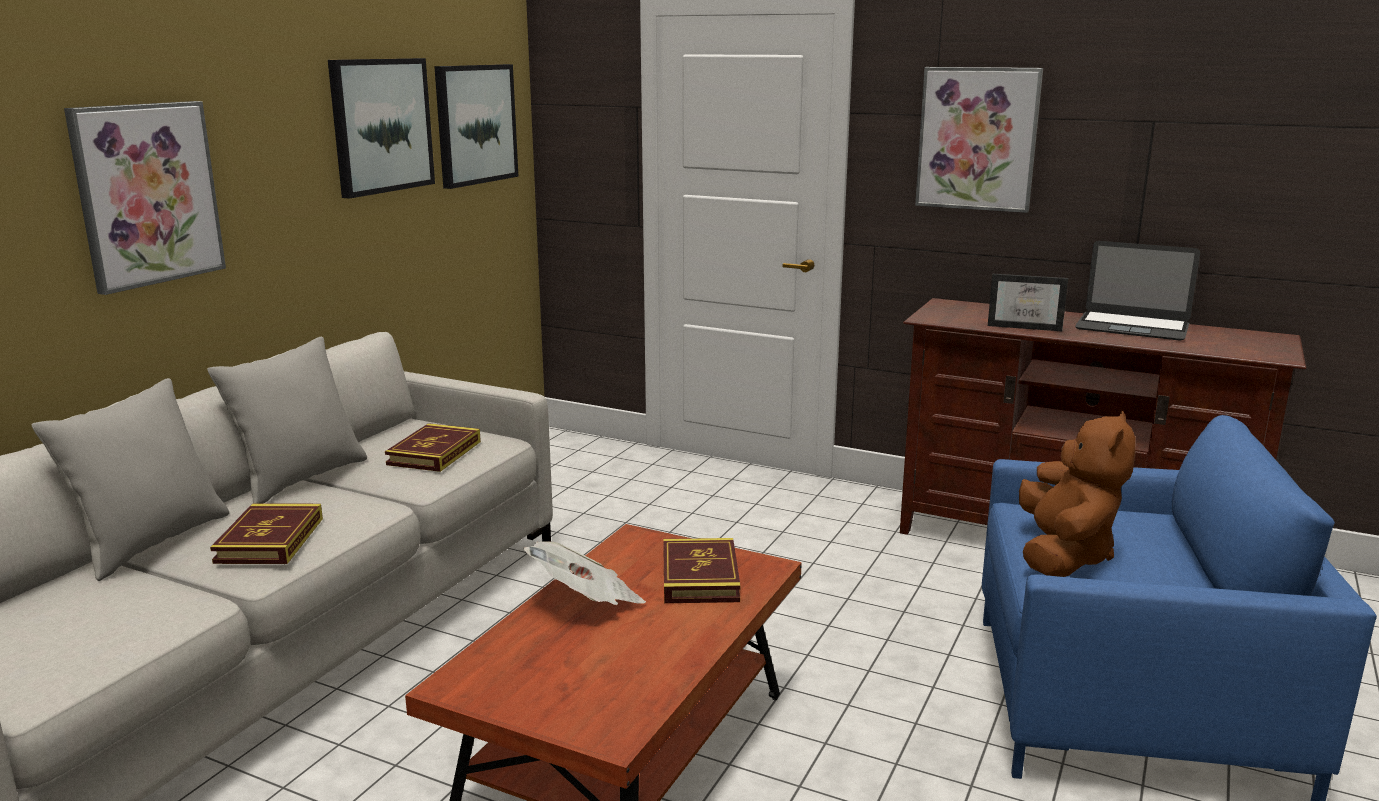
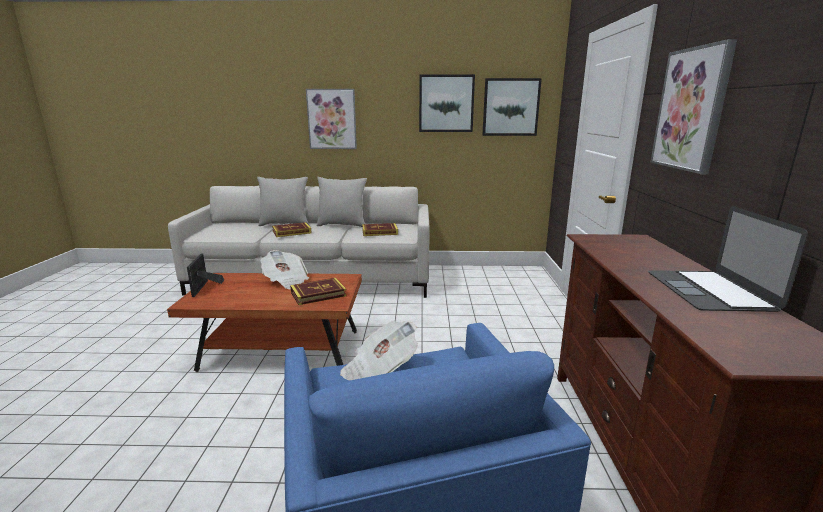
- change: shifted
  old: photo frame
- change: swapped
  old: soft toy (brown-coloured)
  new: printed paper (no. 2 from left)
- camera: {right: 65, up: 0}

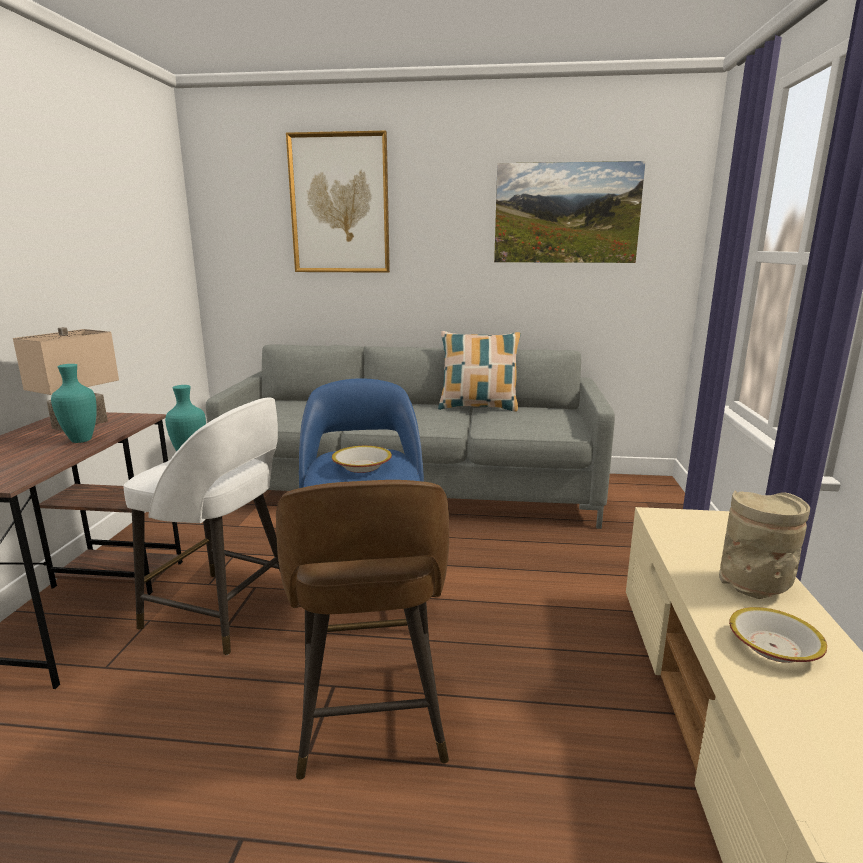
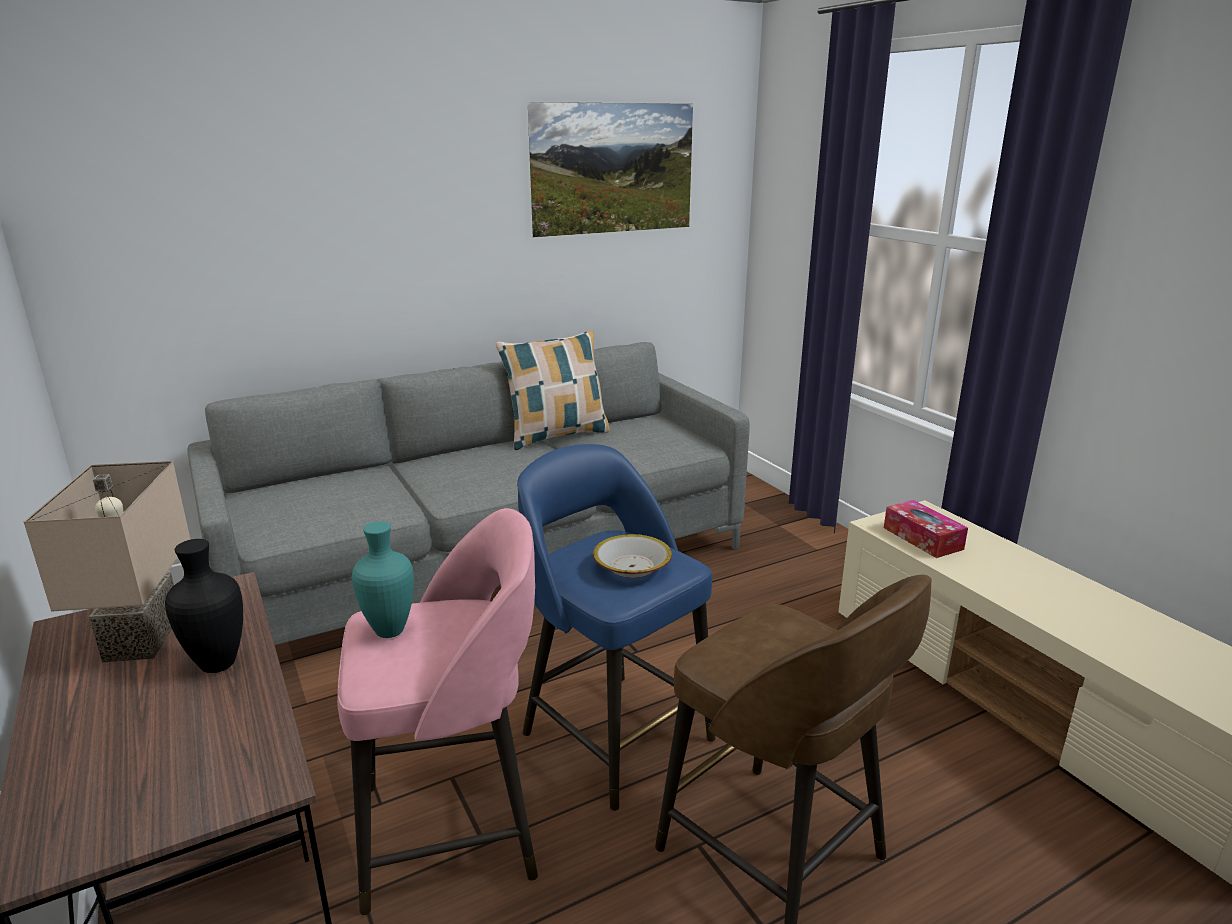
- change: gone
  old: wall art (no. 1 from left)
- change: repainted
  old: flower vase (turquoise) (no. 1 from left)
  new: flower vase (black-coloured)
- change: repainted
  old: stool (white)
  new: stool (pink-coloured)
- change: gone
  old: flower vase (beige)
- change: gone
  old: serving bowl (no. 2 from left)
- change: new
  new: tissue box
- camera: {right: -35, up: 5}

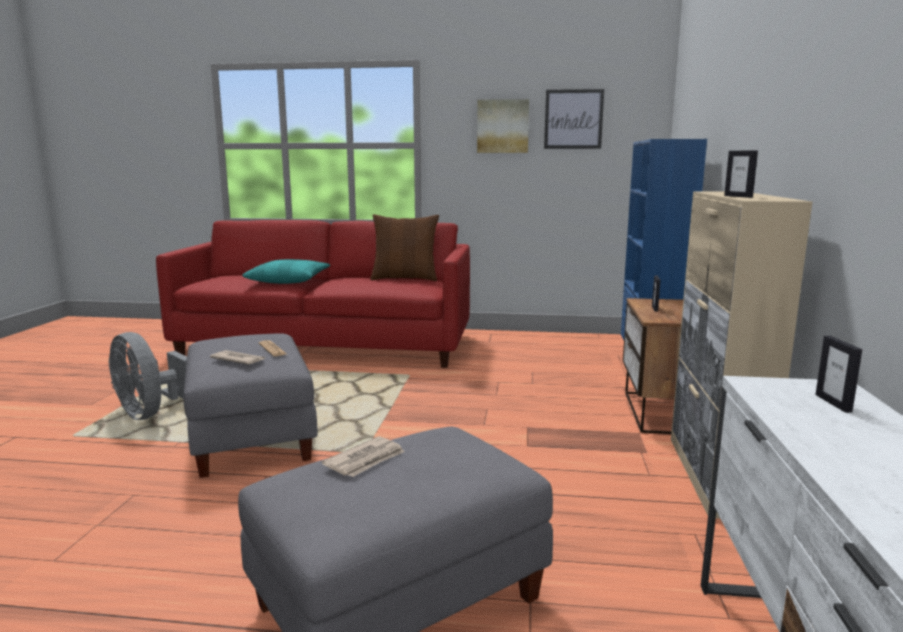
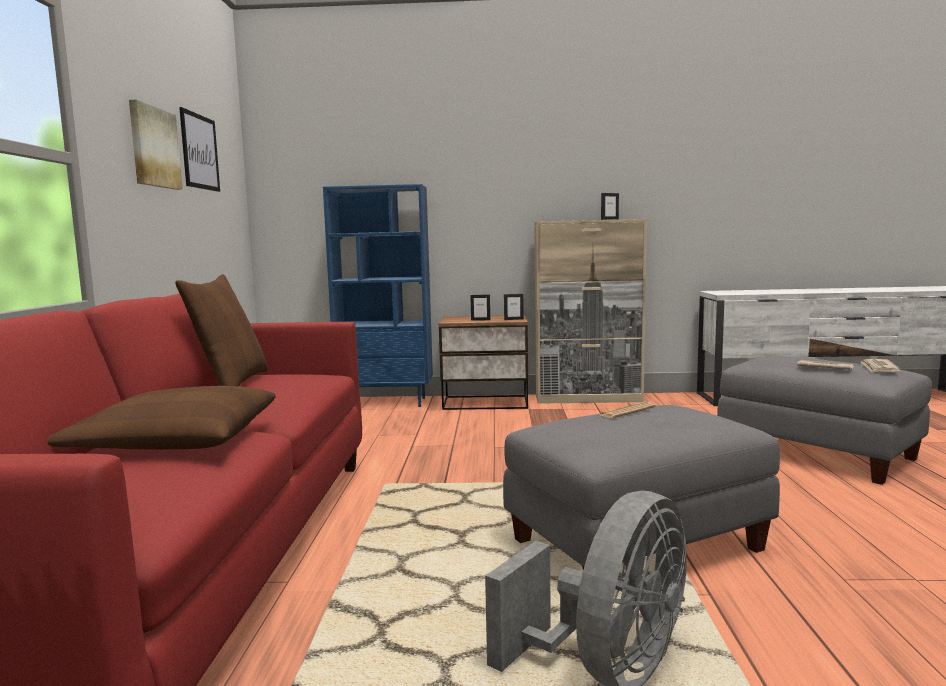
- change: repainted
  old: pillow (turquoise)
  new: pillow (brown-coloured) (no. 1 from left)
- change: shifted
  old: photo frame (no. 3 from left in the first image)
  new: photo frame (no. 2 from left)
- change: shifted
  old: printed paper (no. 1 from left in the first image)
  new: printed paper (no. 3 from left)
- camera: {right: -95, up: -5}

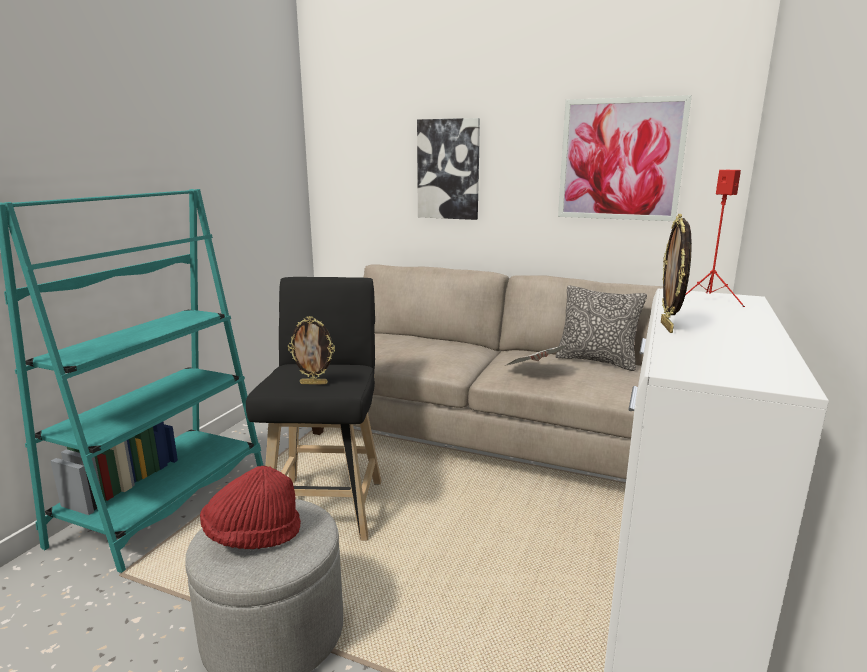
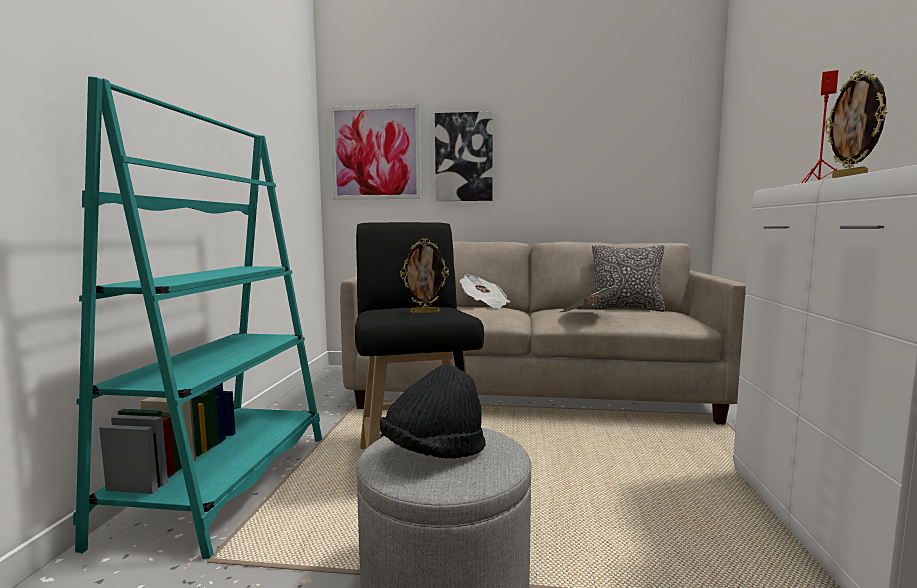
- change: shifted
  old: wall art (no. 2 from left in the first image)
  new: wall art (no. 1 from left)
- change: repainted
  old: hat (red)
  new: hat (black-coloured)
- change: new
  new: printed paper (no. 1 from left)
- camera: {right: -15, up: -10}

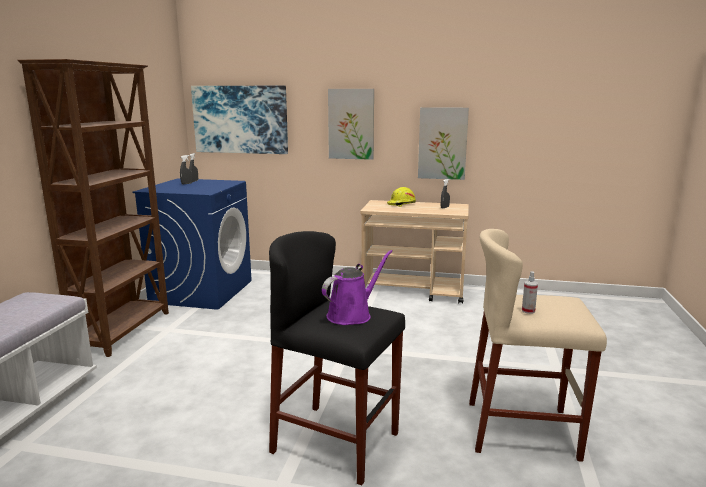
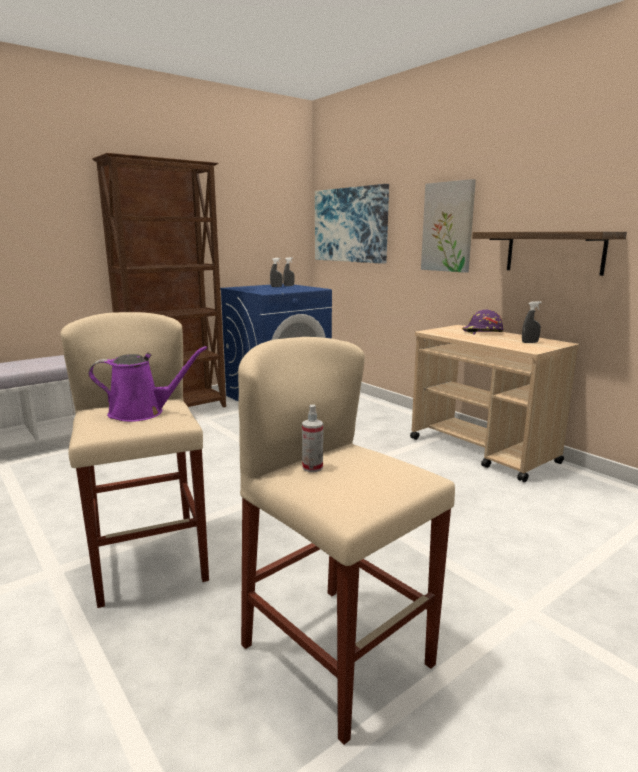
- change: swapped
  old: wall art (no. 3 from left)
  new: bracket shelf
- change: repainted
  old: safety helmet (yellow)
  new: safety helmet (purple)
- change: repainted
  old: stool (black-coloured)
  new: stool (beige) (no. 1 from left)
- camera: {right: 40, up: 0}

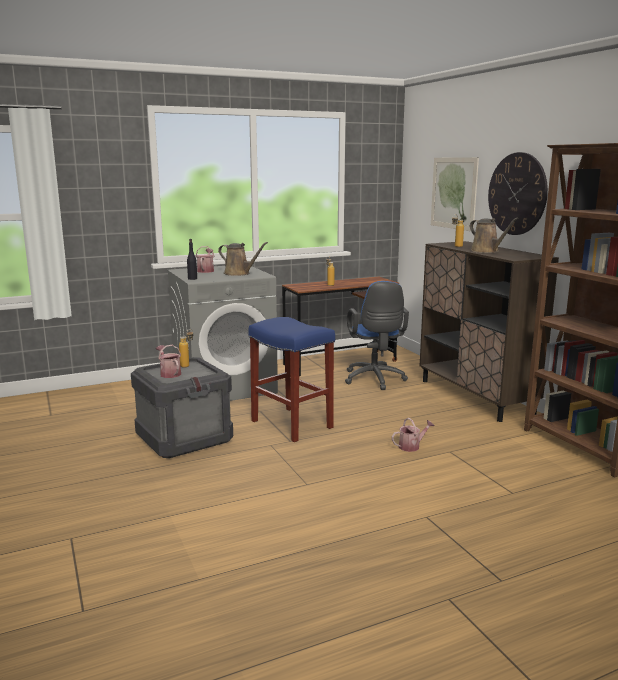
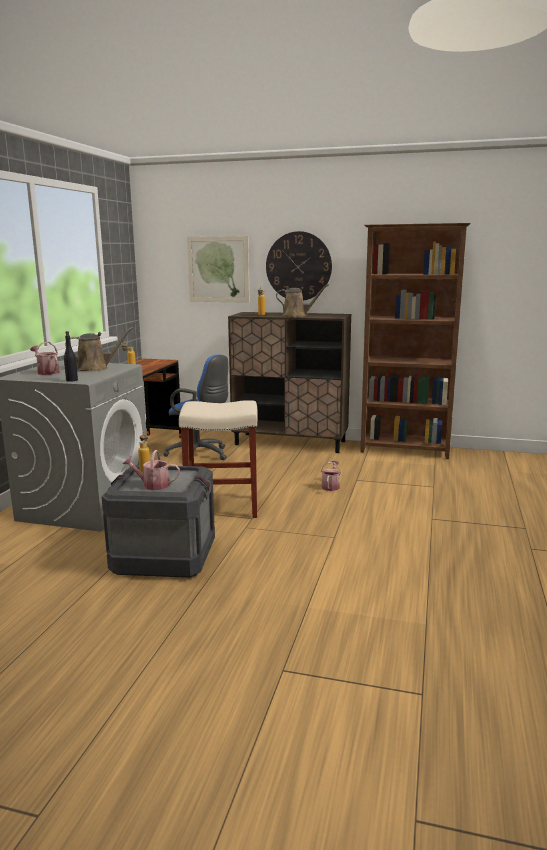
- change: repainted
  old: stool (blue-coloured)
  new: stool (beige)
- camera: {right: -50, up: 0}

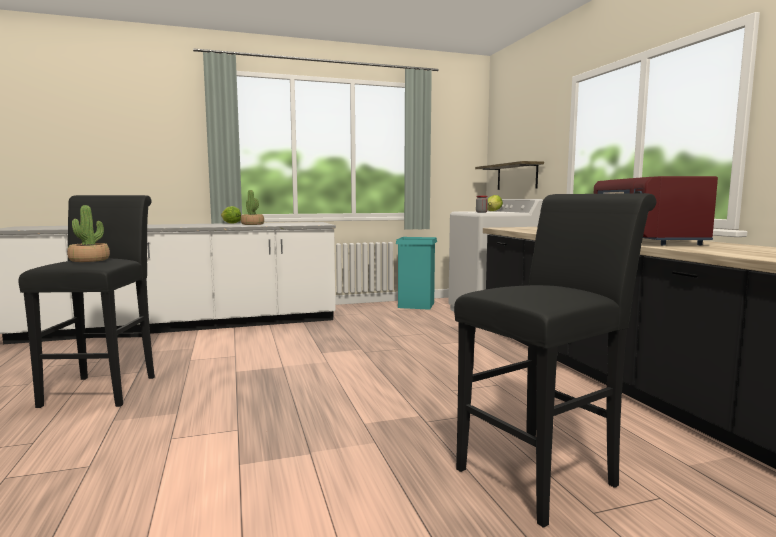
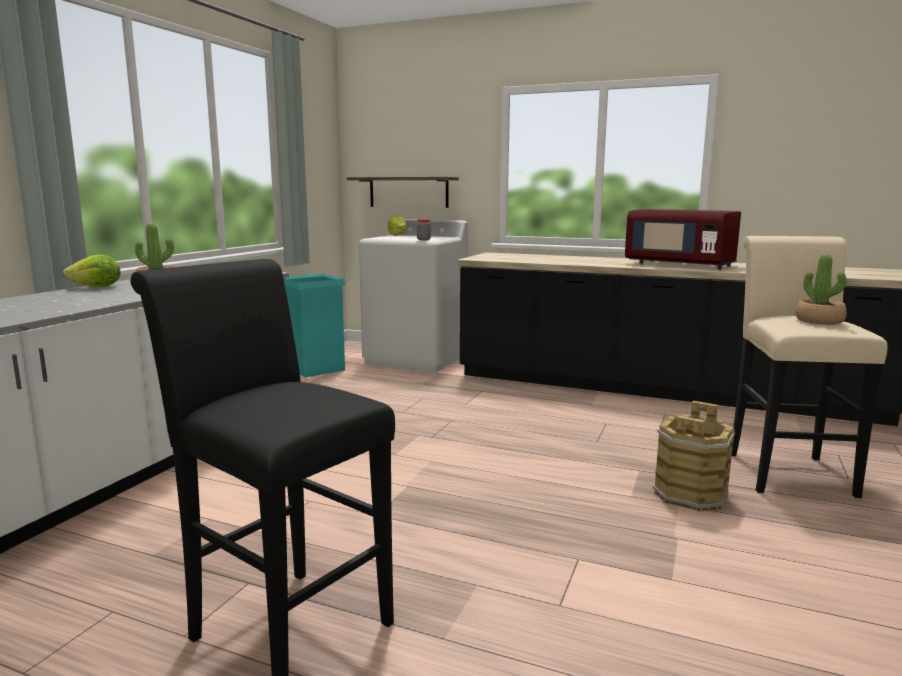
- change: repainted
  old: stool (black-coloured) (no. 2 from left)
  new: stool (beige)
- change: shifted
  old: potted plant (no. 1 from left in the first image)
  new: potted plant (no. 2 from left)
- change: new
  new: water bucket (brown-coloured)
- camera: {right: -50, up: 5}

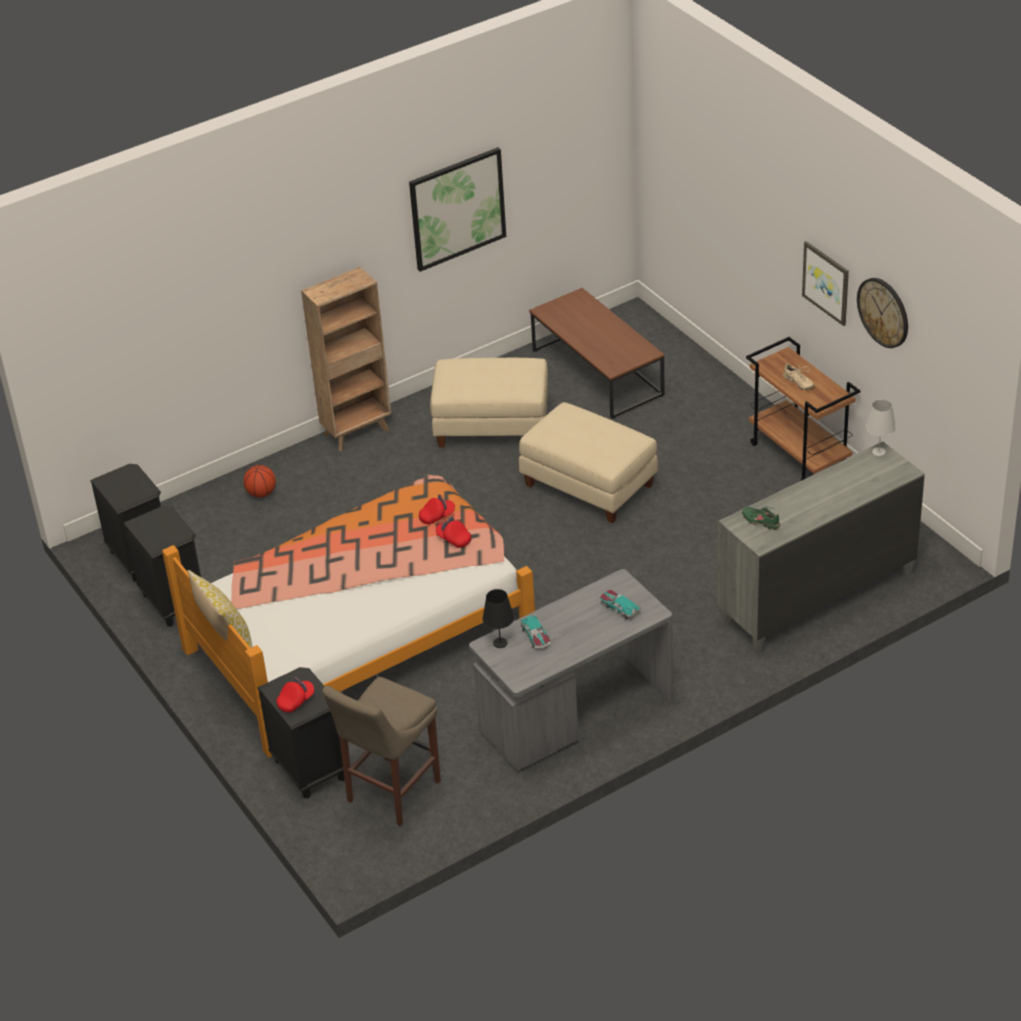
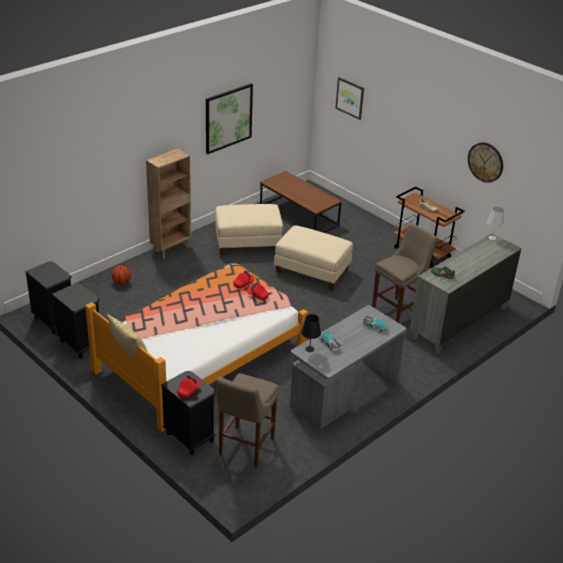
- change: shifted
  old: wall art (no. 2 from left)
- change: new
  new: stool (beige) (no. 2 from left)
- camera: {right: -15, up: -5}

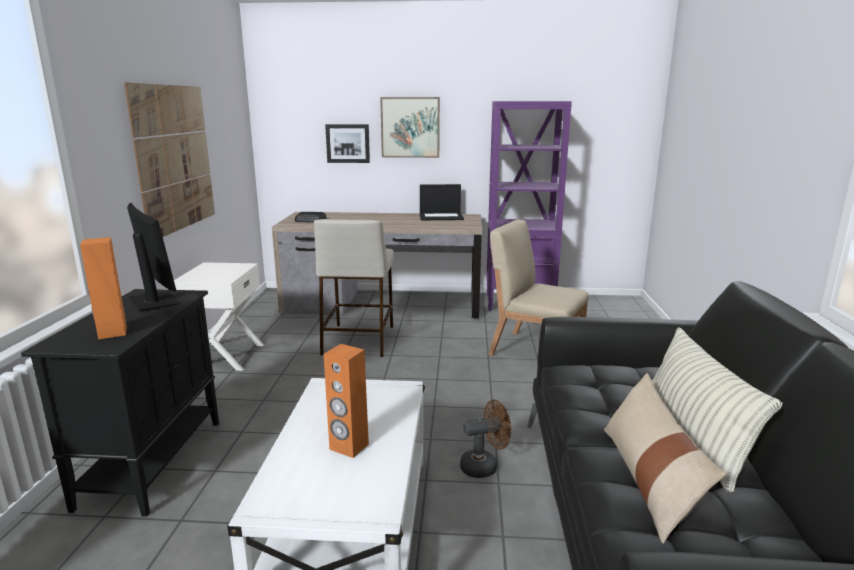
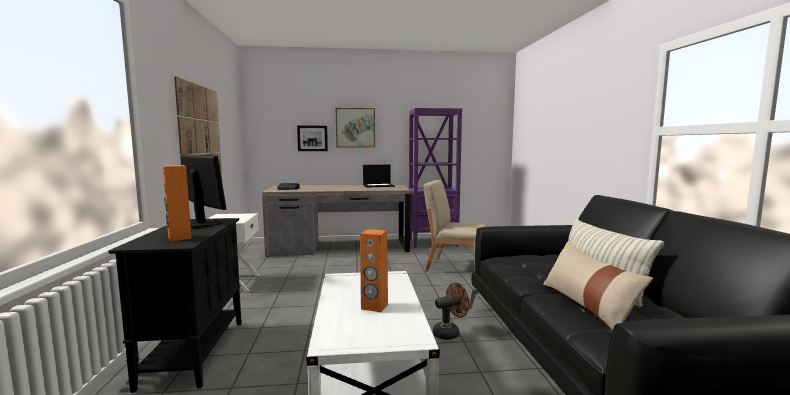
- change: gone
  old: stool (beige)
- camera: {right: -10, up: -10}

